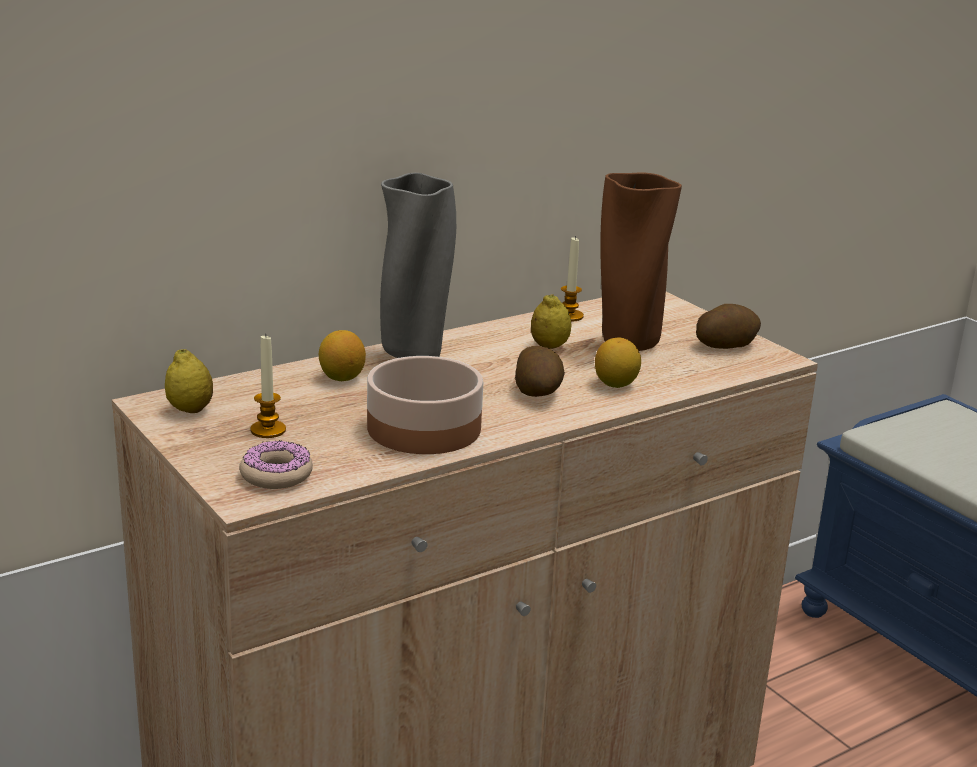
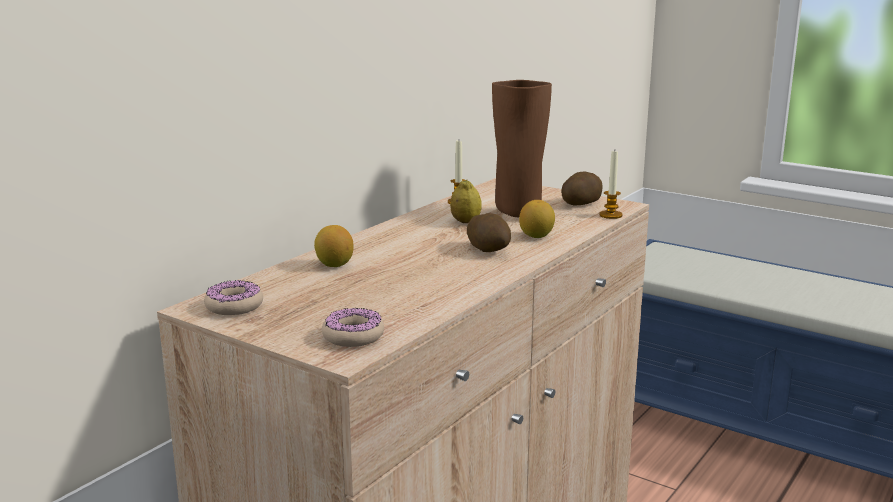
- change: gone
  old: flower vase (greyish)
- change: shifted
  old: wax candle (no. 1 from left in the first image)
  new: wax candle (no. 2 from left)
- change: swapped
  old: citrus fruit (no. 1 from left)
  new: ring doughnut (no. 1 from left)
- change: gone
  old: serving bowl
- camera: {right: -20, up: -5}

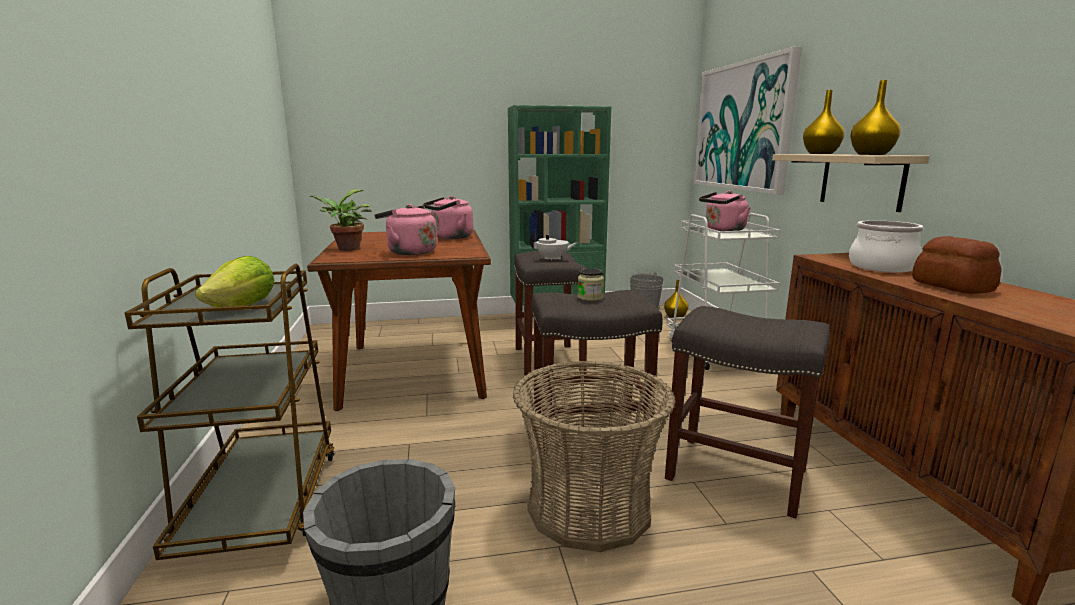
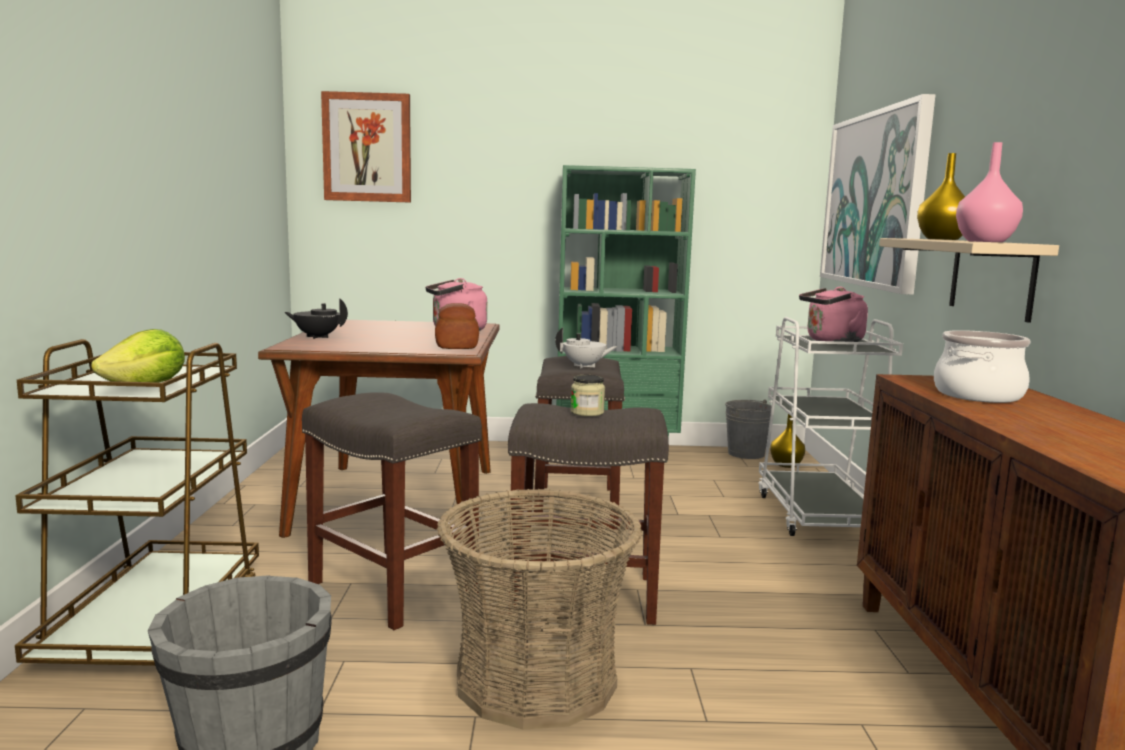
- change: repainted
  old: flower vase (yellow) (no. 3 from left)
  new: flower vase (pink-coloured)
- change: swapped
  old: potted plant
  new: pot for tea (black-coloured)
- change: gone
  old: kettle (pink-coloured) (no. 1 from left)
- change: shifted
  old: bread
- change: shifted
  old: stool (greyish) (no. 3 from left in the first image)
  new: stool (greyish) (no. 1 from left)
- change: new
  new: wall art (no. 1 from left)
- camera: {right: 10, up: -5}

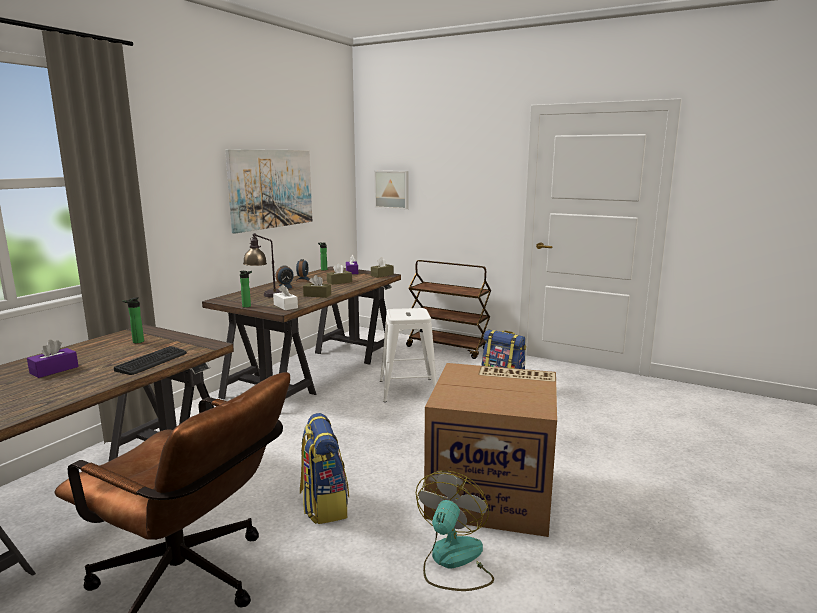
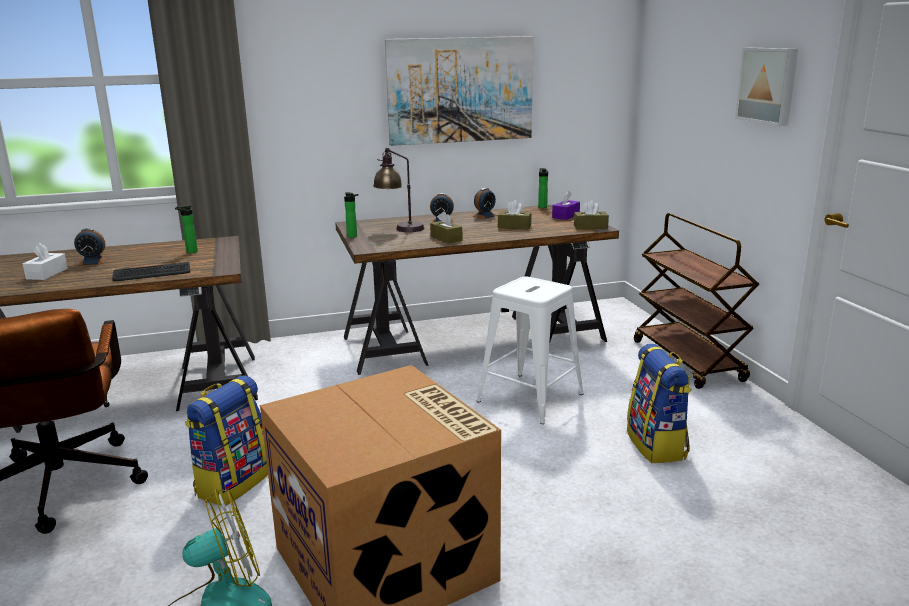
- change: shifted
  old: wall art (no. 2 from left)
- change: shifted
  old: tissue box (white)
- change: swapped
  old: tissue box (purple) (no. 1 from left)
  new: table clock (no. 1 from left)
- camera: {right: 45, up: 5}

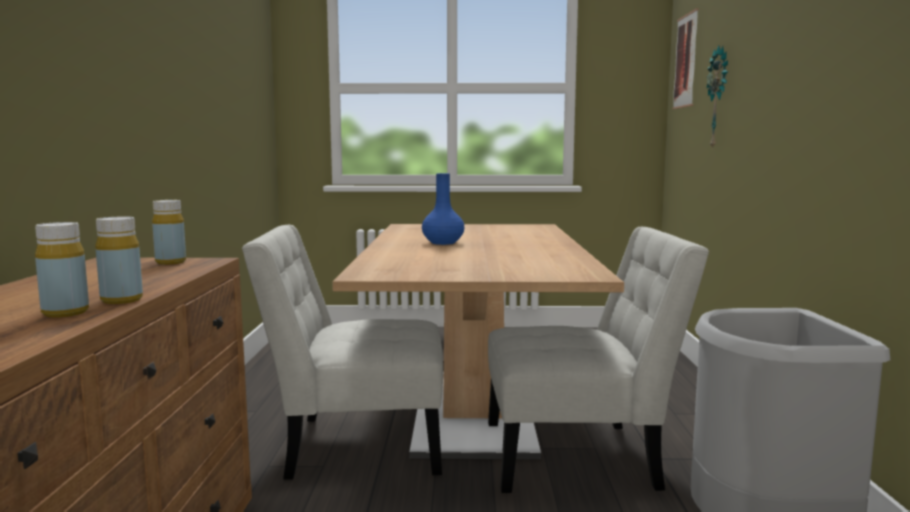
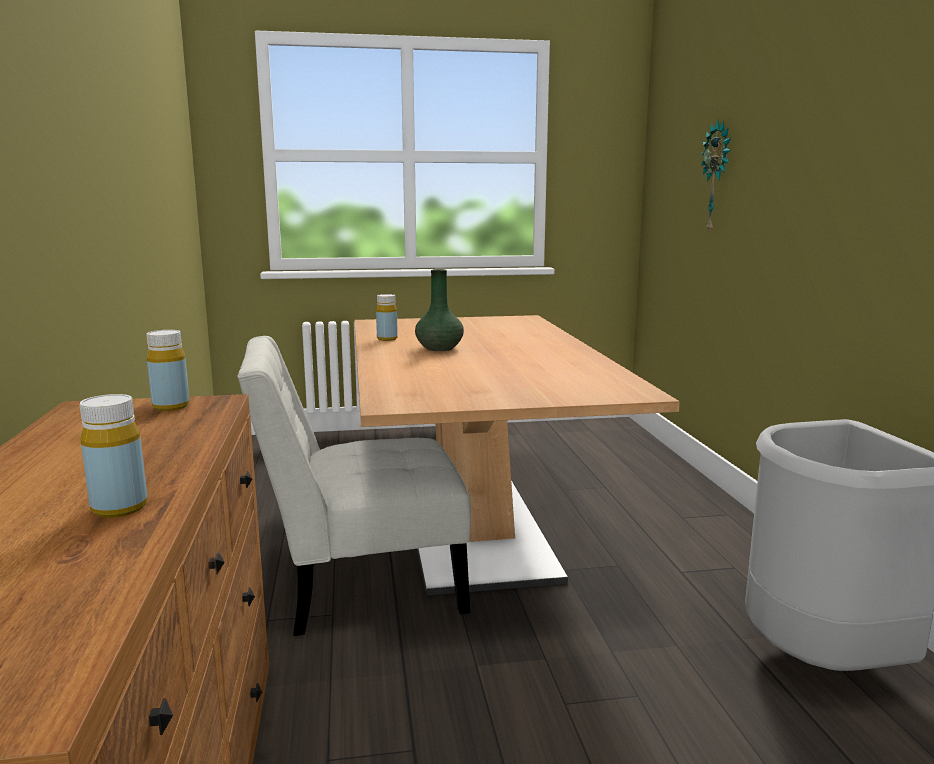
- change: gone
  old: wall art
- change: repainted
  old: flower vase (blue-coloured)
  new: flower vase (greenish)
- change: shifted
  old: bottle (yellow) (no. 2 from left in the first image)
  new: bottle (yellow) (no. 3 from left)
- change: gone
  old: chair (white) (no. 2 from left)
- camera: {right: -10, up: 5}

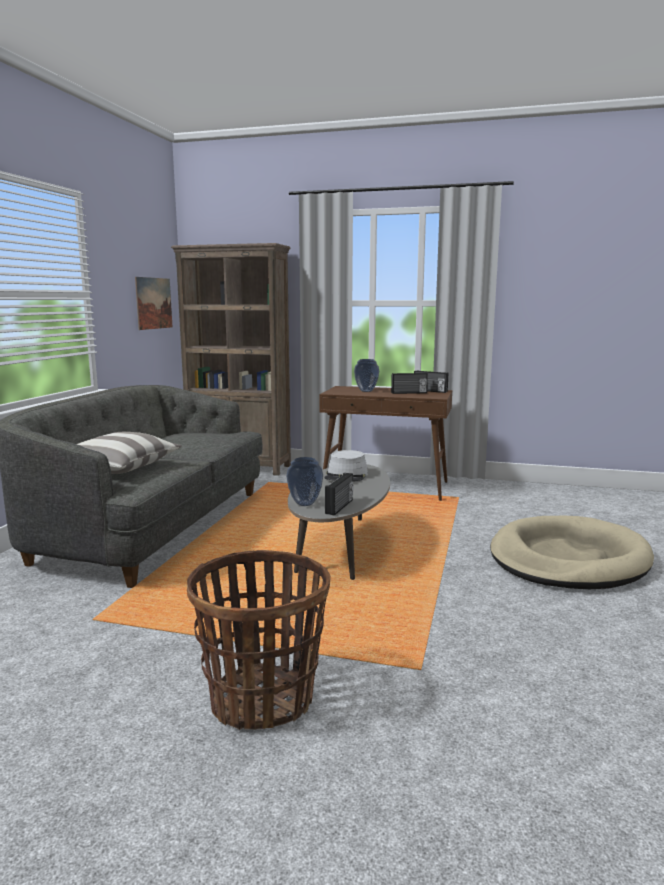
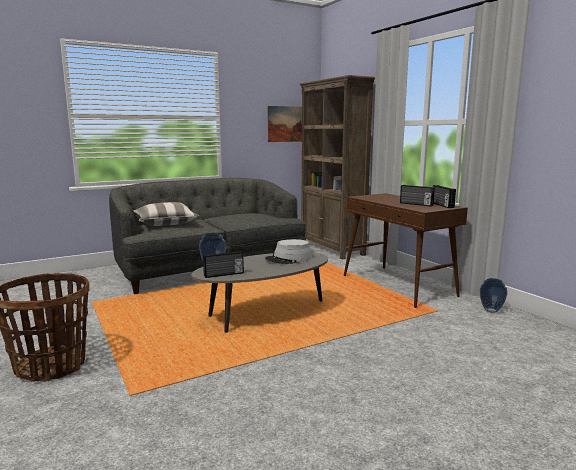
- change: shifted
  old: flower vase (no. 2 from left)
- change: gone
  old: pet bed (beige)
- camera: {right: 45, up: 0}

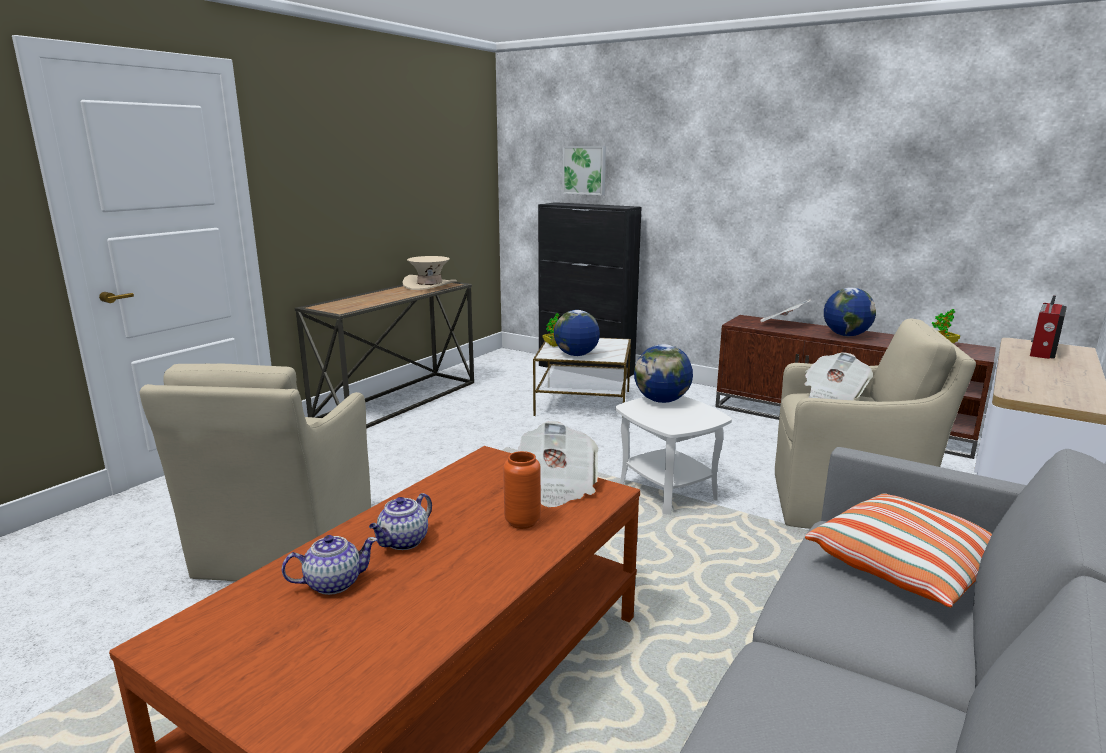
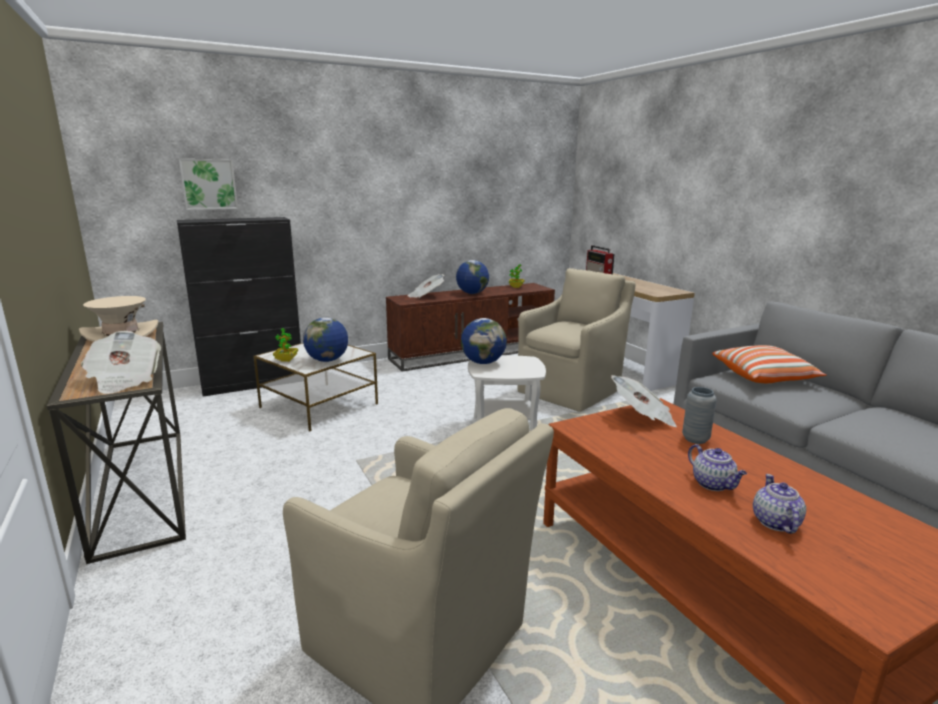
- change: shifted
  old: printed paper (no. 3 from left in the first image)
  new: printed paper (no. 1 from left)
- change: repainted
  old: flower vase (orange-coloured)
  new: flower vase (greyish)
- camera: {right: -60, up: 0}

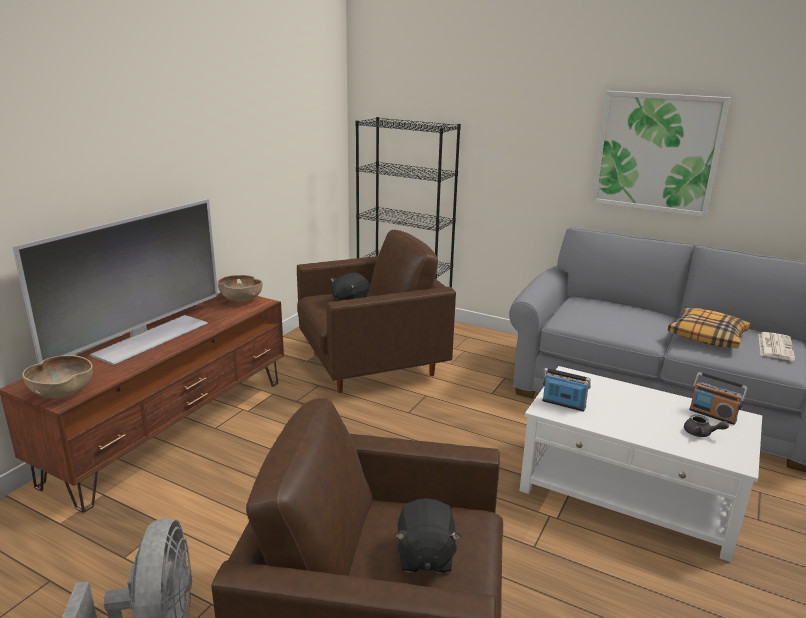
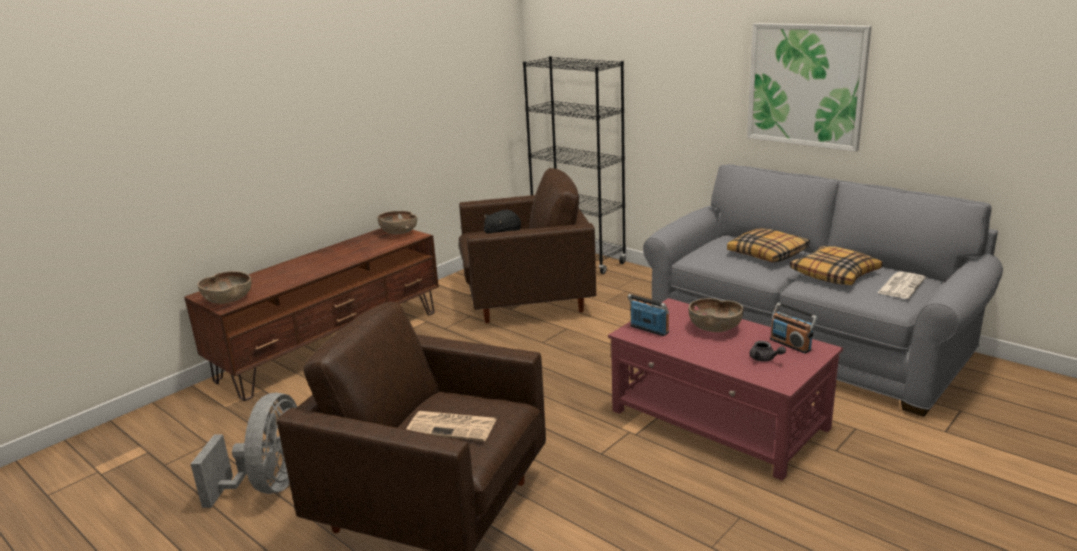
- change: gone
  old: TV set
- change: repainted
  old: low table (white)
  new: low table (red)
- change: swapped
  old: soft toy (black-coloured) (no. 2 from left)
  new: printed paper (no. 1 from left)
- change: new
  new: pillow (no. 1 from left)
- change: new
  new: serving bowl (brown-coloured) (no. 3 from left)
- camera: {right: 15, up: 0}

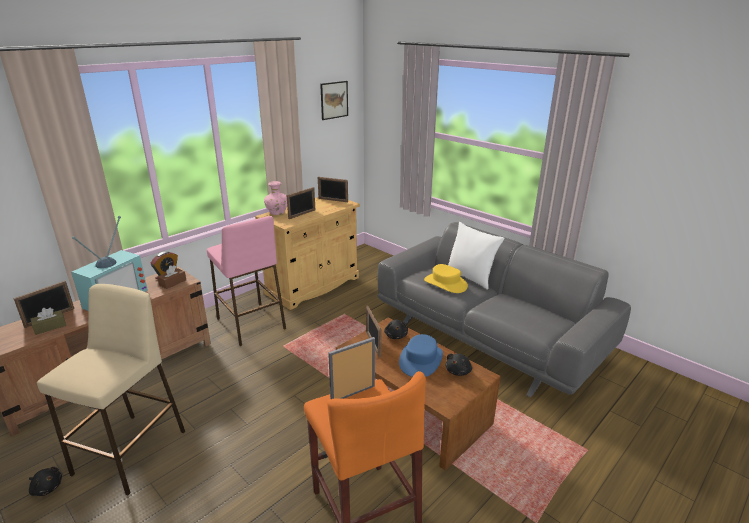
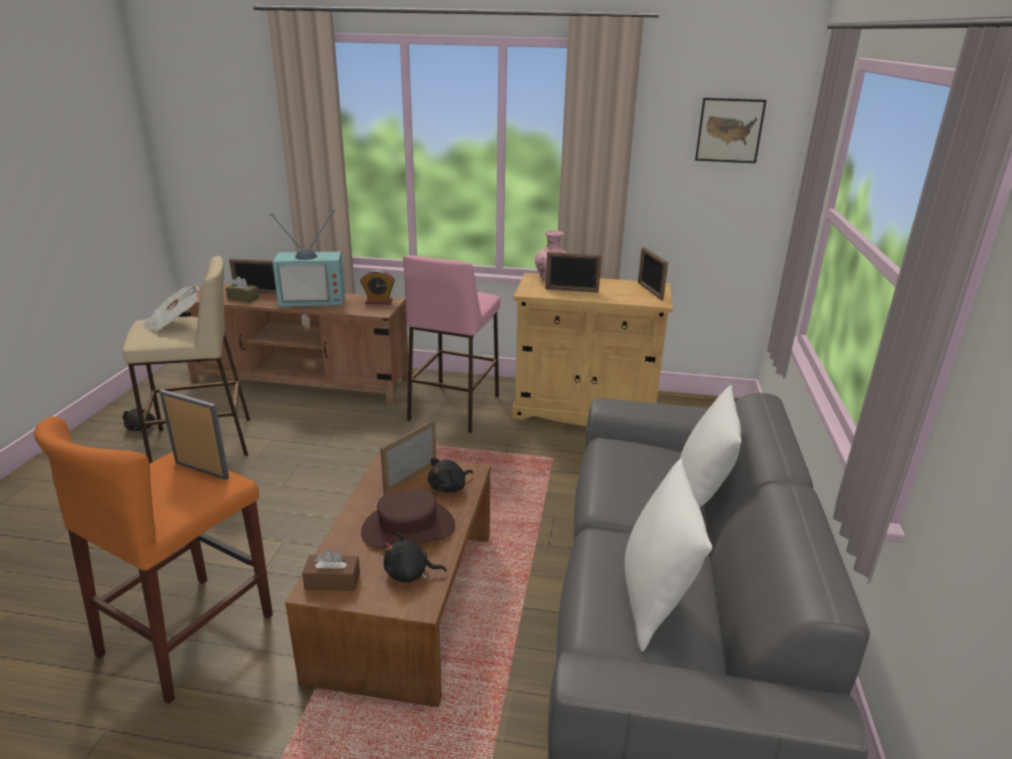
- change: gone
  old: hat (yellow)
- change: shifted
  old: tissue box (brown-coloured) (no. 2 from left)
- change: repainted
  old: hat (blue-coloured)
  new: hat (brown-coloured)
- change: new
  new: printed paper
- change: new
  new: pillow (white) (no. 1 from left)
- camera: {right: 55, up: 0}

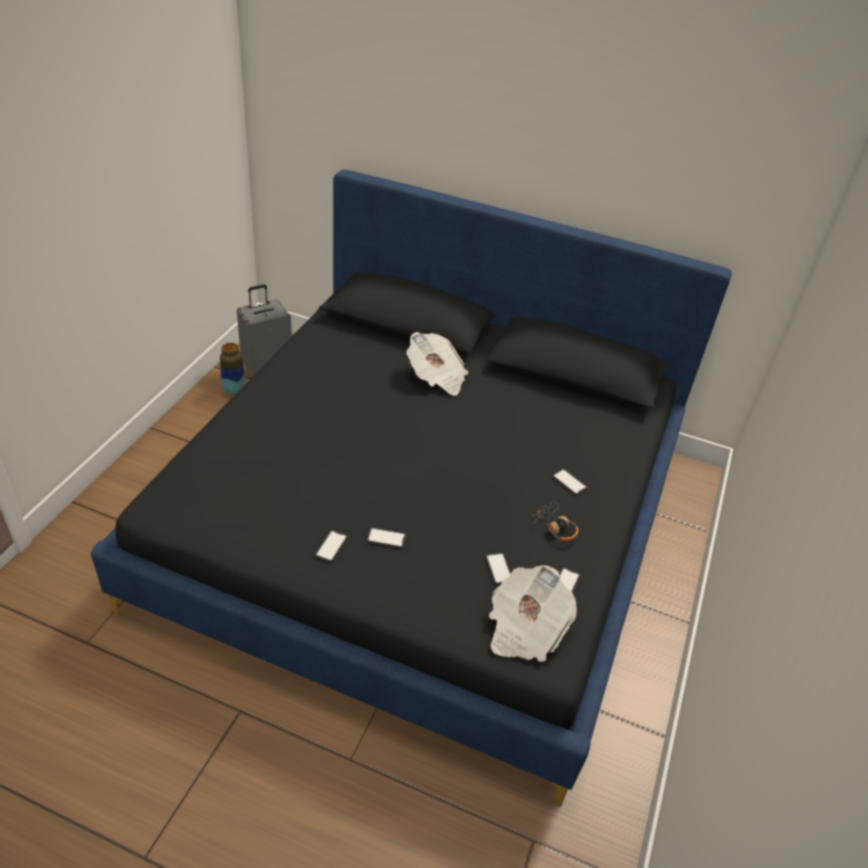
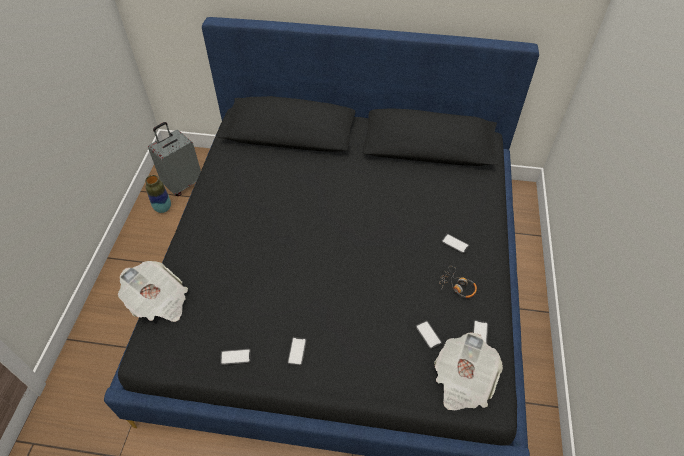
- change: shifted
  old: printed paper (no. 1 from left)
- change: shifted
  old: phone (no. 2 from left in the first image)
  new: phone (no. 1 from left)
- camera: {right: -10, up: 10}

